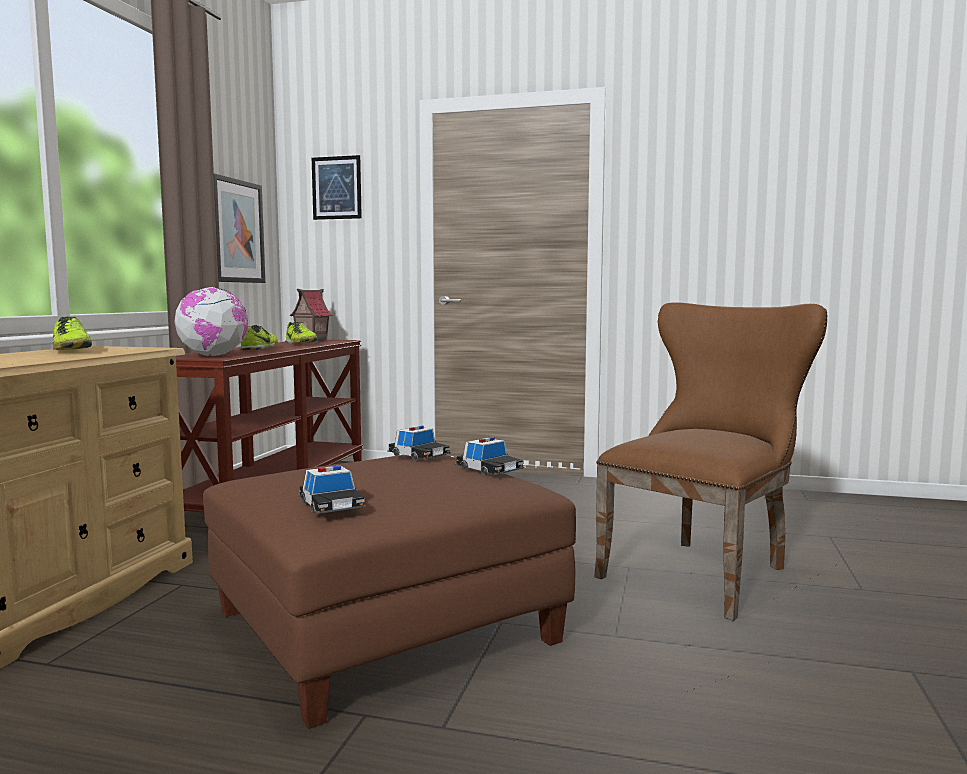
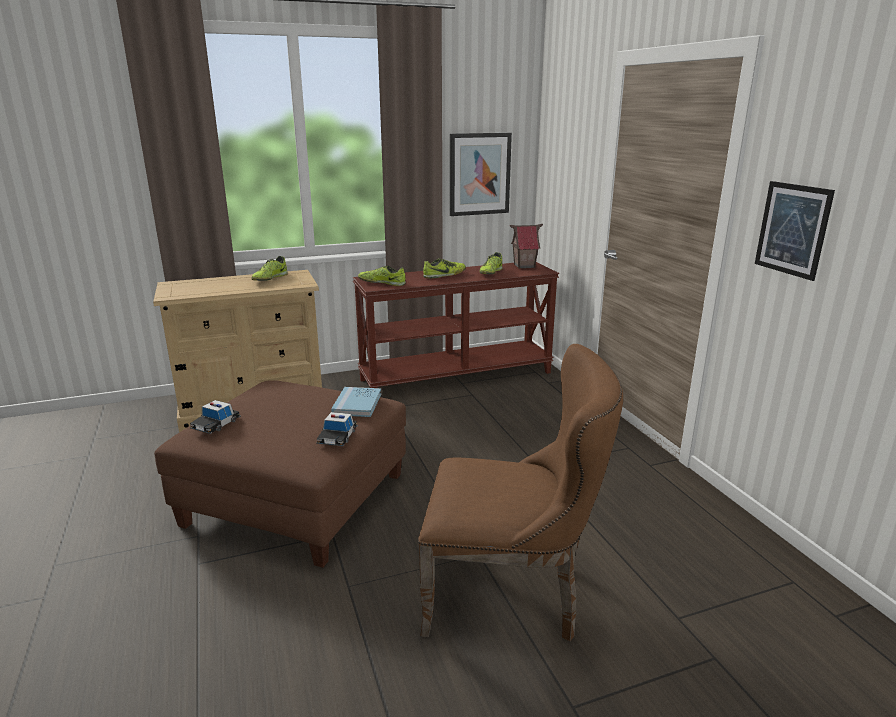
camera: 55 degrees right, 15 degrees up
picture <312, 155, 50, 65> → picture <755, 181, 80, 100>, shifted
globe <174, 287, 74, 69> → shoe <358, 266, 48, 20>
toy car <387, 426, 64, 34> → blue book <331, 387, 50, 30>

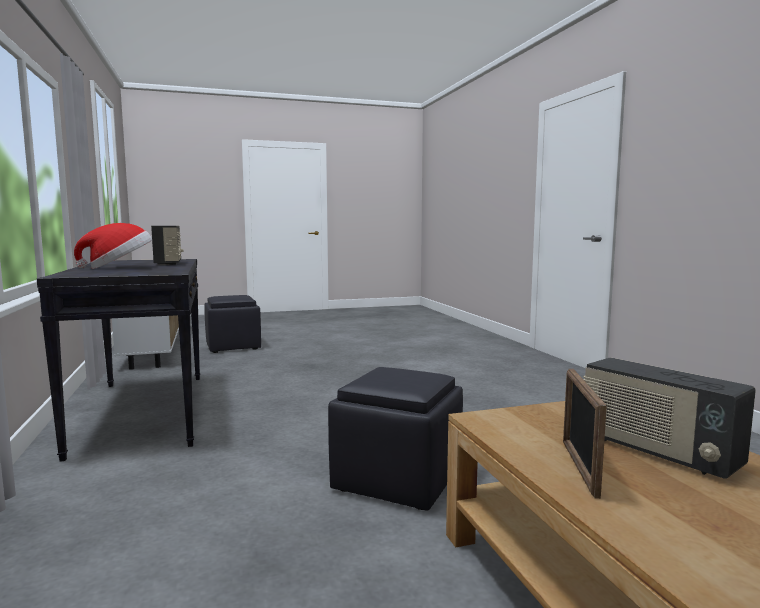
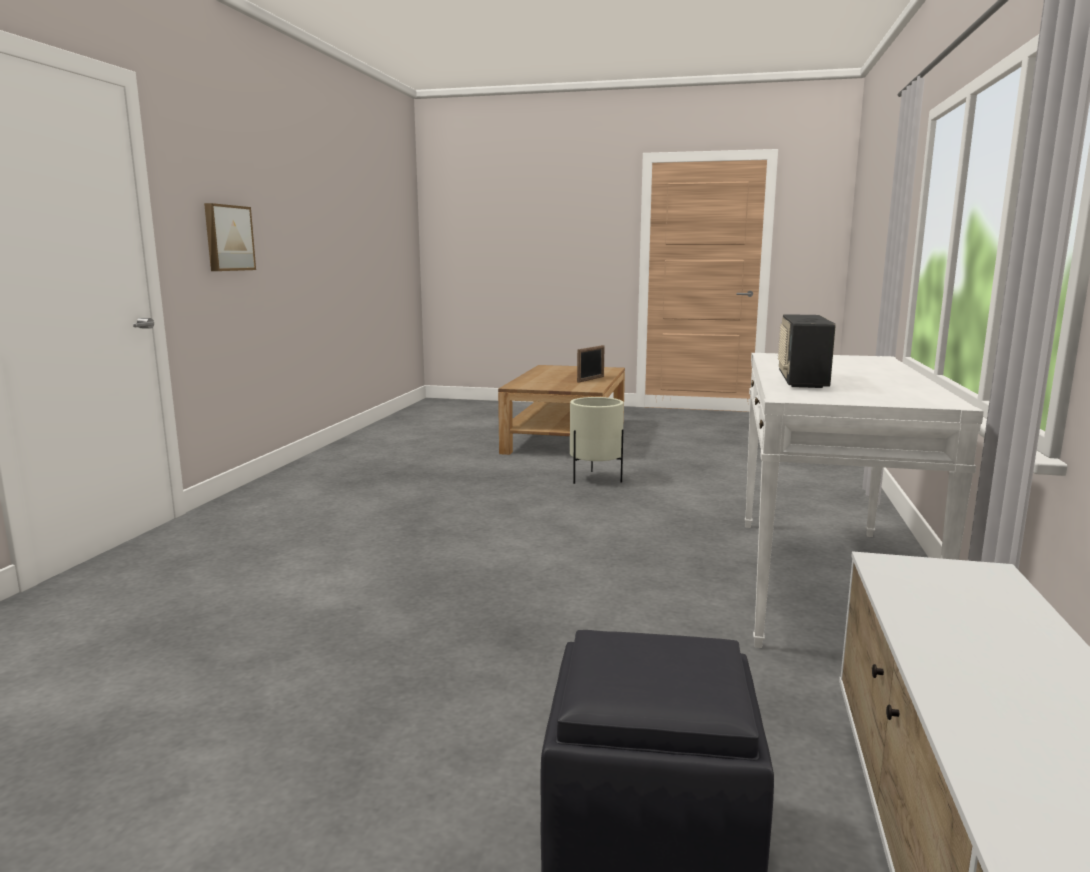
camera: 150 degrees left, 5 degrees up
hat <74, 223, 78, 46> → -
black console table <37, 259, 163, 203> → white console table <745, 353, 239, 295>
radio <583, 357, 173, 122> → -
black ottoman <328, 367, 135, 144> → beige planter <570, 397, 54, 87>
- → picture <204, 203, 52, 68>

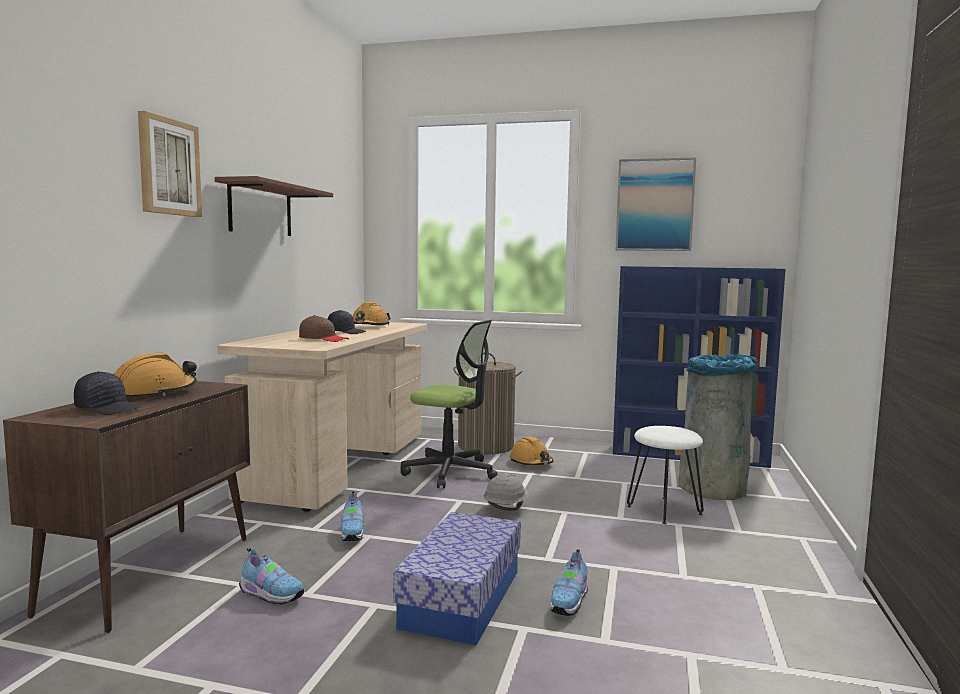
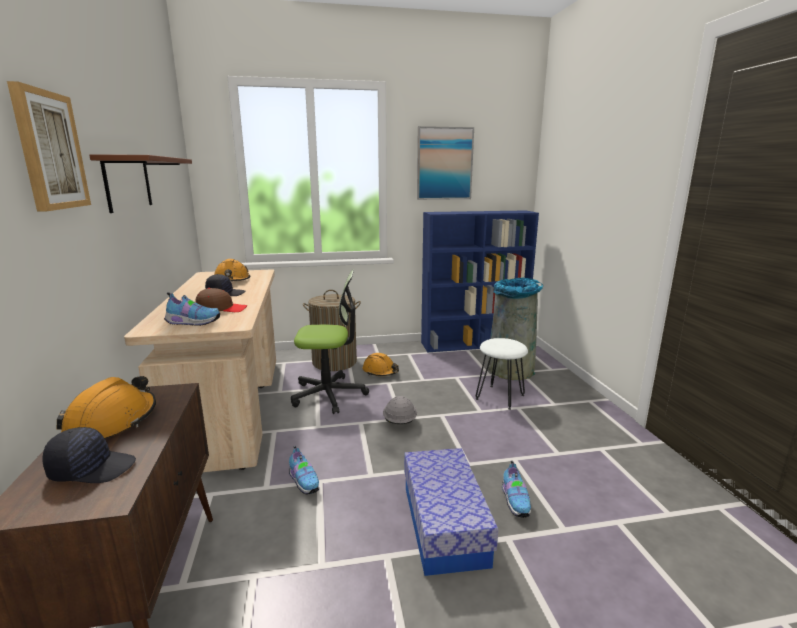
camera: 25 degrees left, 10 degrees up
shoe <239, 547, 65, 57> → shoe <164, 292, 56, 34>, shifted

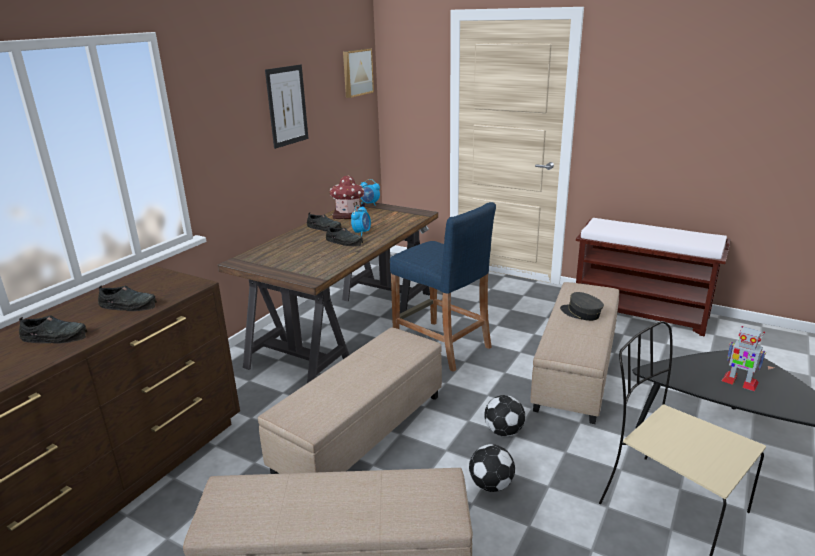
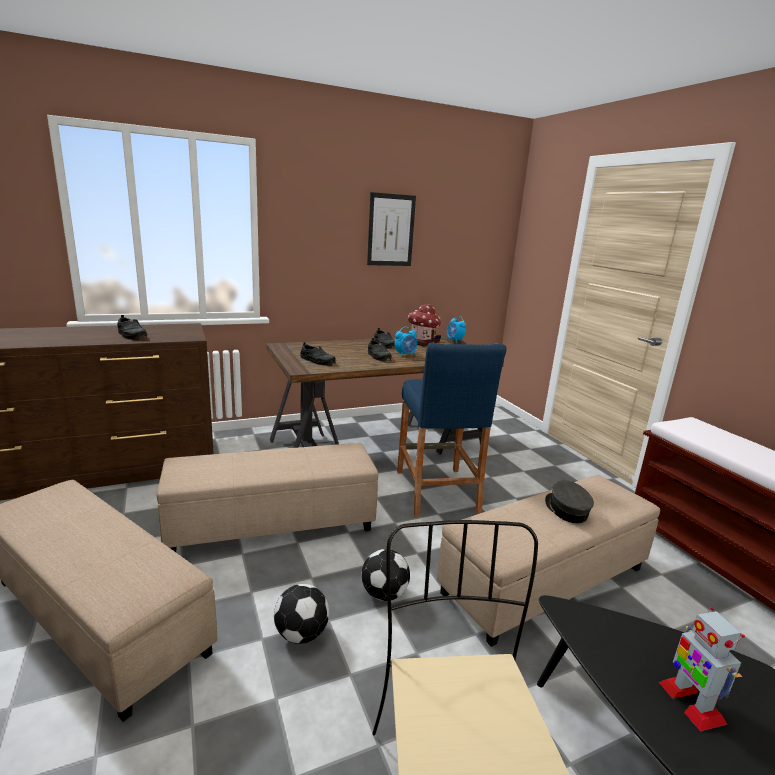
camera: 35 degrees right, 5 degrees down
picture <343, 48, 31, 50> → -
black shoe <19, 315, 68, 29> → black shoe <300, 342, 36, 24>, shifted

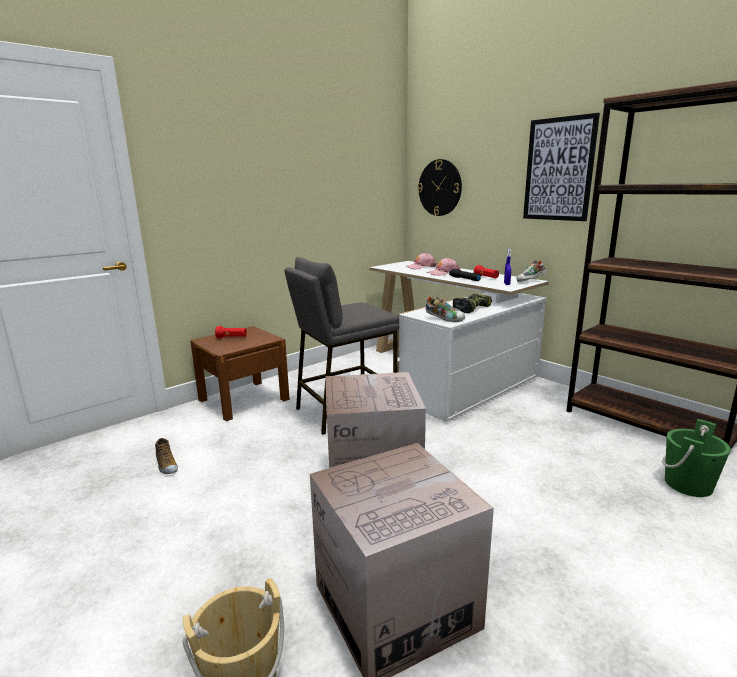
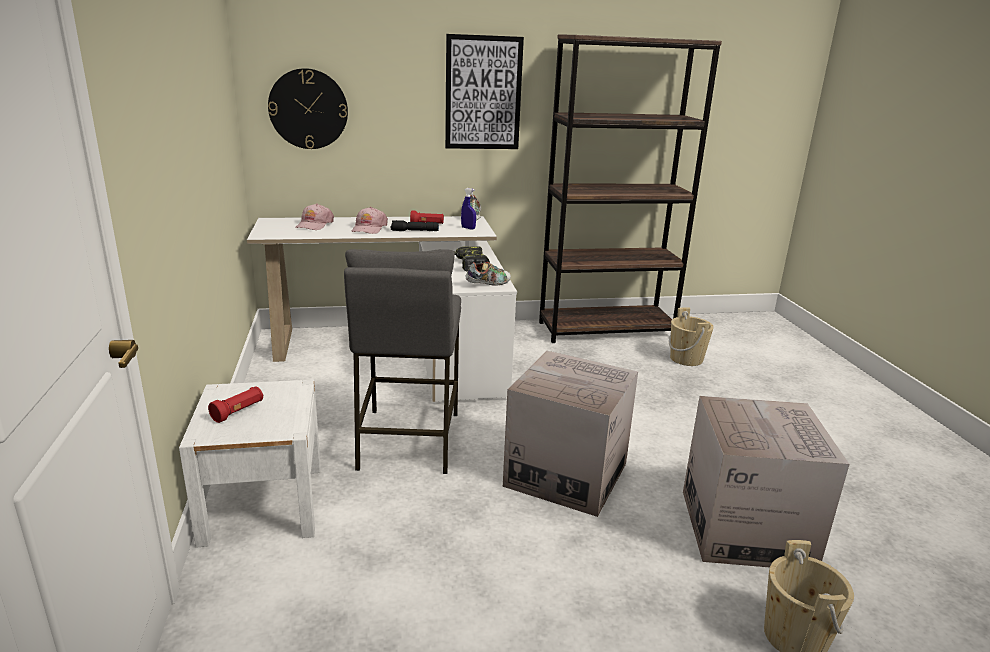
camera: 60 degrees left, 5 degrees up
brown nightstand <190, 326, 100, 95> → white nightstand <179, 379, 142, 169>
green bucket <662, 419, 69, 78> → beige bucket <669, 307, 45, 59>
shoe <155, 438, 23, 36> → -

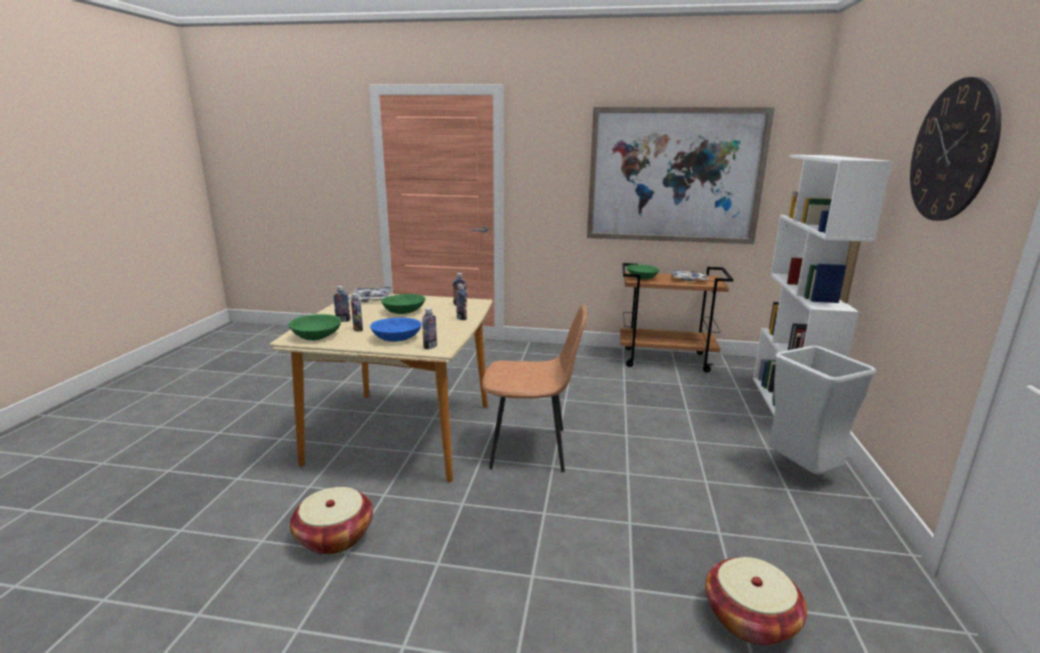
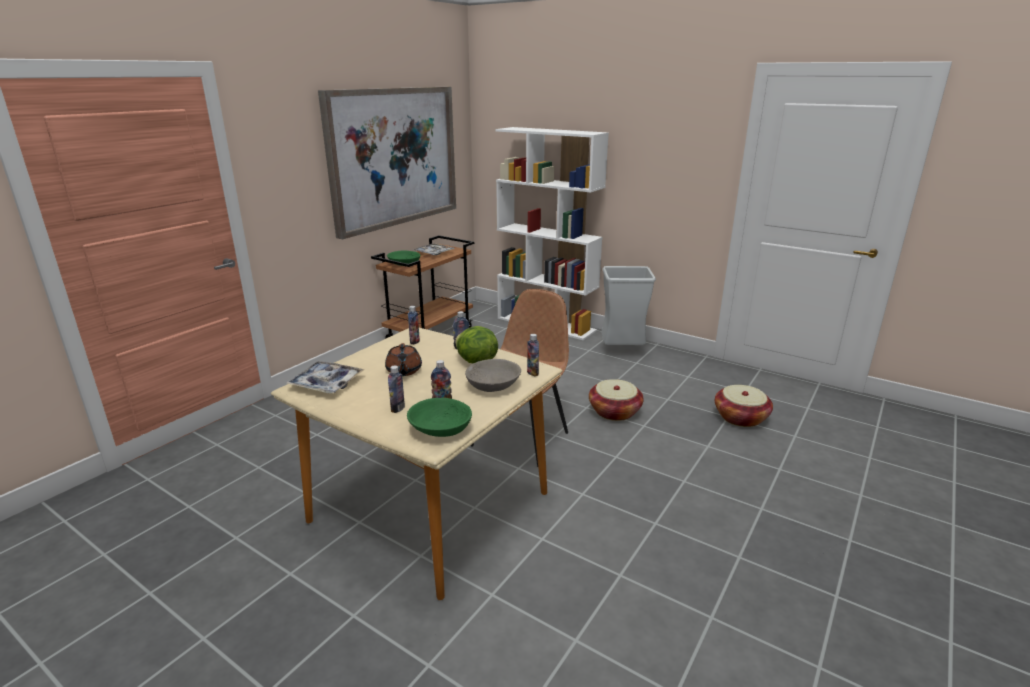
camera: 65 degrees left, 5 degrees up
wall clock <910, 77, 91, 144> → -
green bowl <381, 294, 45, 20> → brown teapot <385, 343, 37, 33>
blue bowl <370, 318, 52, 24> → grey bowl <465, 359, 56, 33>
basket <290, 487, 83, 68> → basket <589, 379, 55, 42>, shifted
- → lettuce <455, 326, 43, 37>

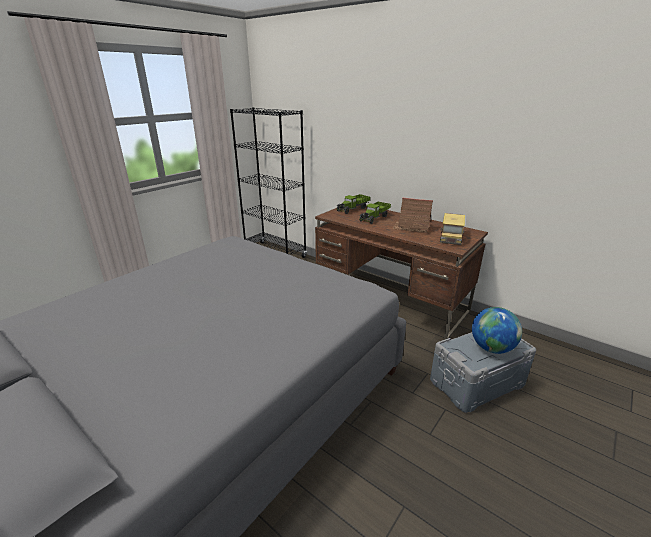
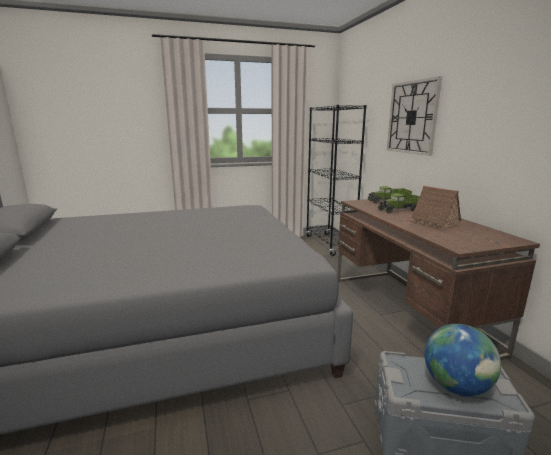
camera: 35 degrees right, 10 degrees down
toy truck <440, 213, 25, 32> → -
- → wall clock <387, 76, 55, 80>

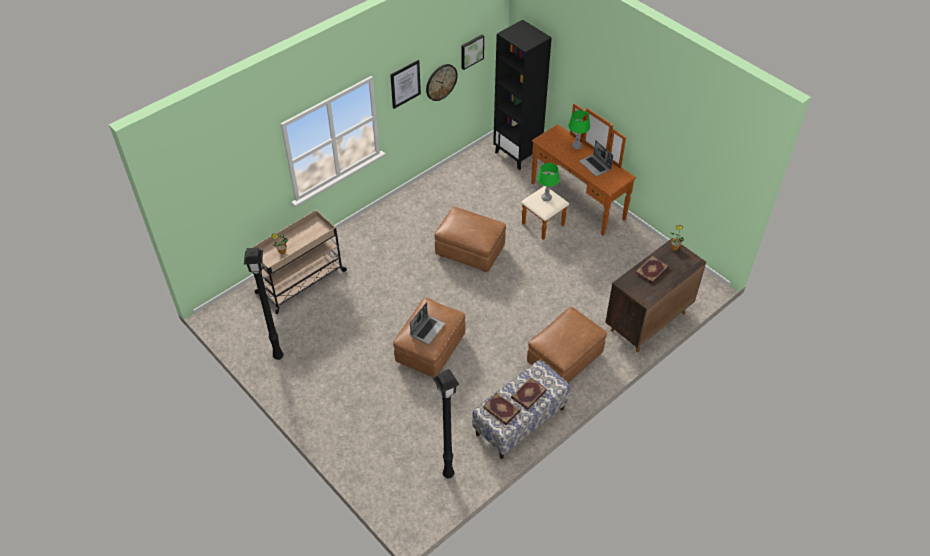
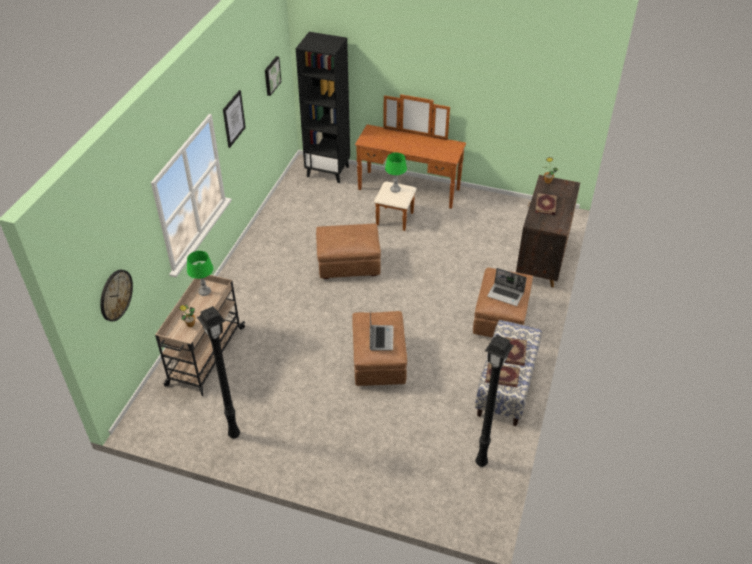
camera: 30 degrees left, 5 degrees down
wall clock <426, 64, 32, 37> → wall clock <100, 270, 33, 51>, shifted
green table lamp <568, 110, 22, 39> → green table lamp <187, 251, 26, 45>, shifted
laptop <579, 140, 34, 37> → laptop <487, 268, 40, 38>, shifted

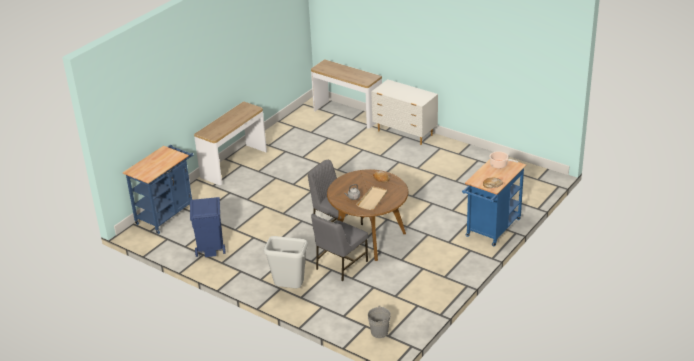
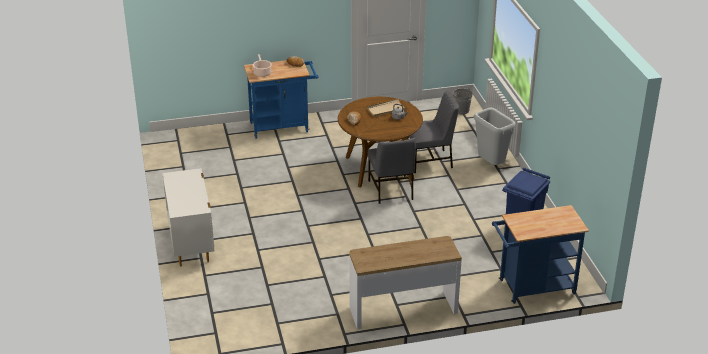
camera: 140 degrees left, 0 degrees up
console table <311, 59, 71, 70> → -

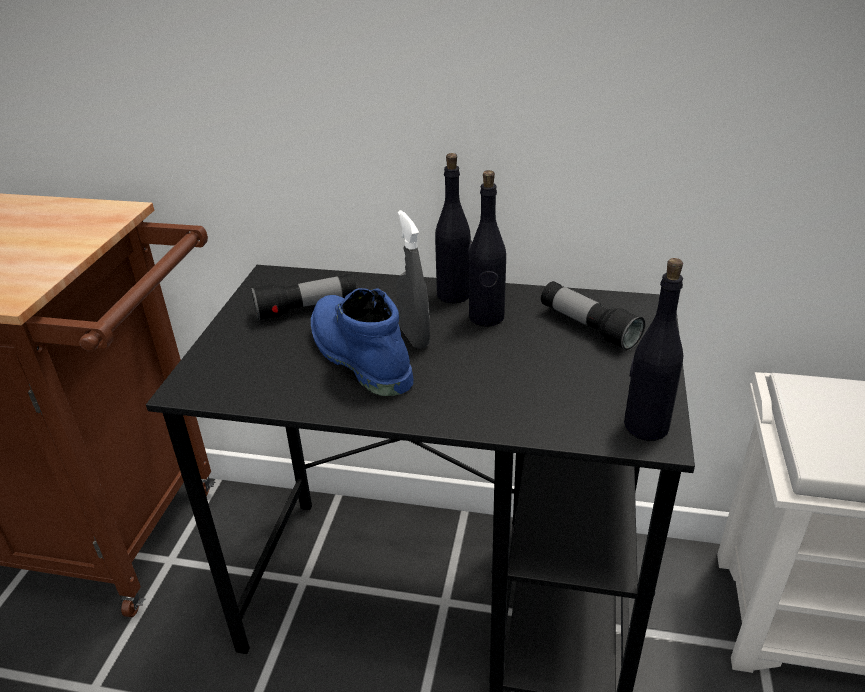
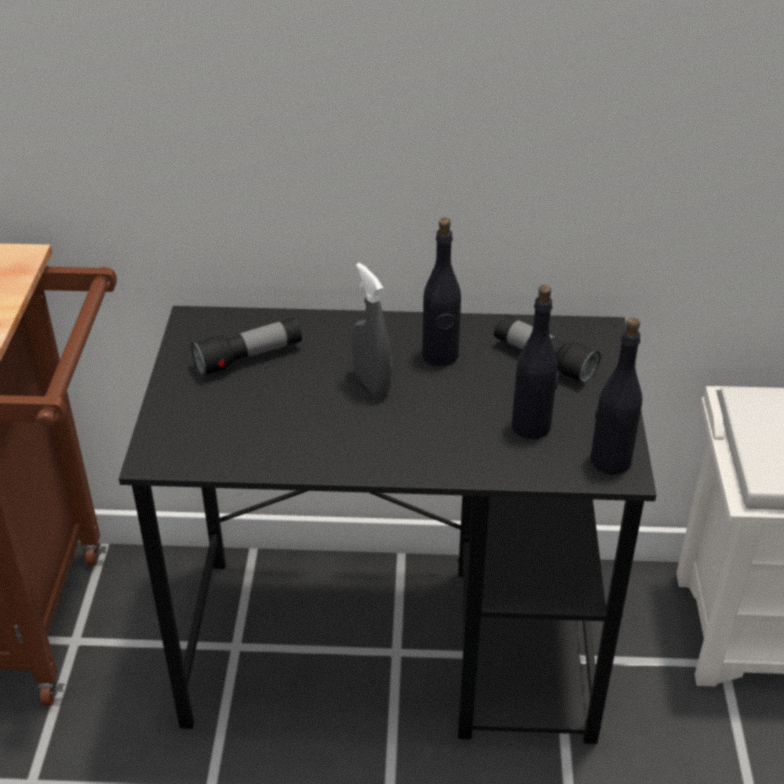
camera: 10 degrees left, 5 degrees up
black bottle <435, 153, 37, 150> → black bottle <512, 285, 46, 154>, shifted
blue boot <311, 288, 103, 108> → -

